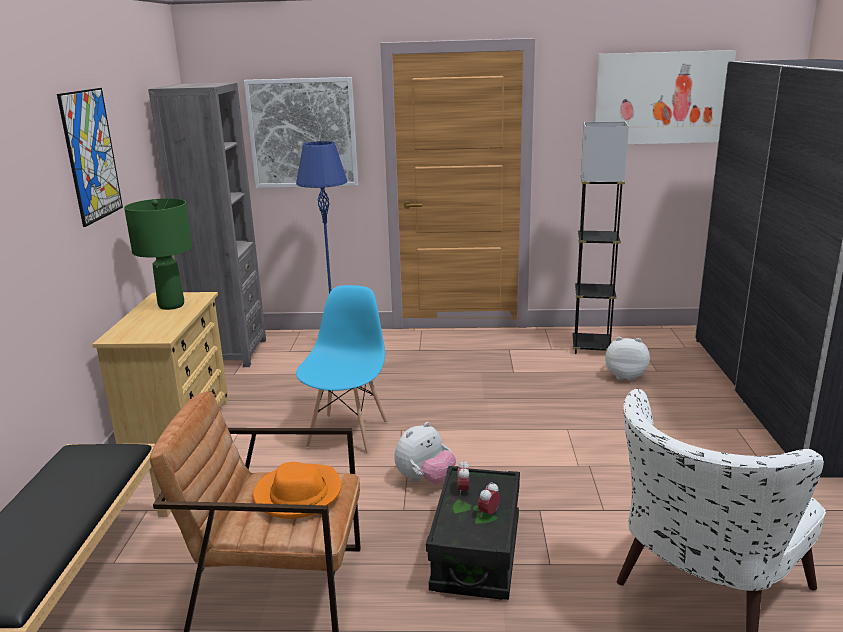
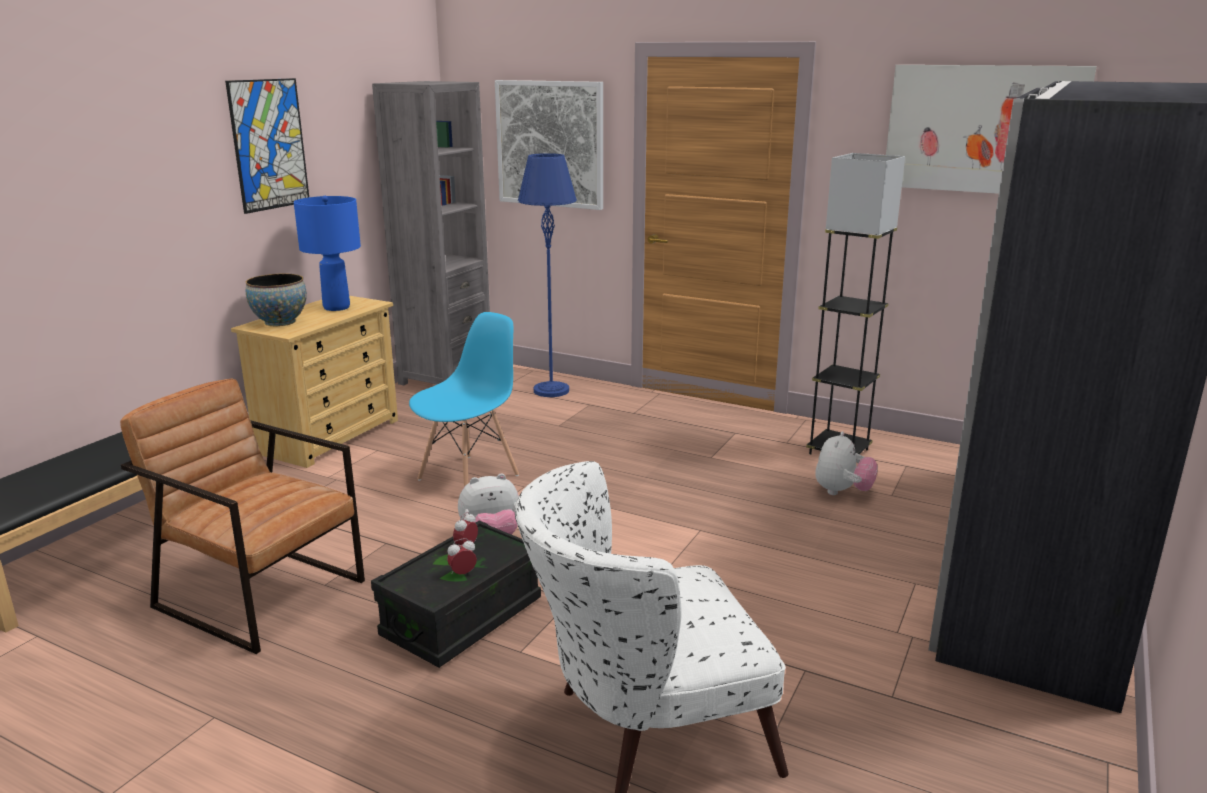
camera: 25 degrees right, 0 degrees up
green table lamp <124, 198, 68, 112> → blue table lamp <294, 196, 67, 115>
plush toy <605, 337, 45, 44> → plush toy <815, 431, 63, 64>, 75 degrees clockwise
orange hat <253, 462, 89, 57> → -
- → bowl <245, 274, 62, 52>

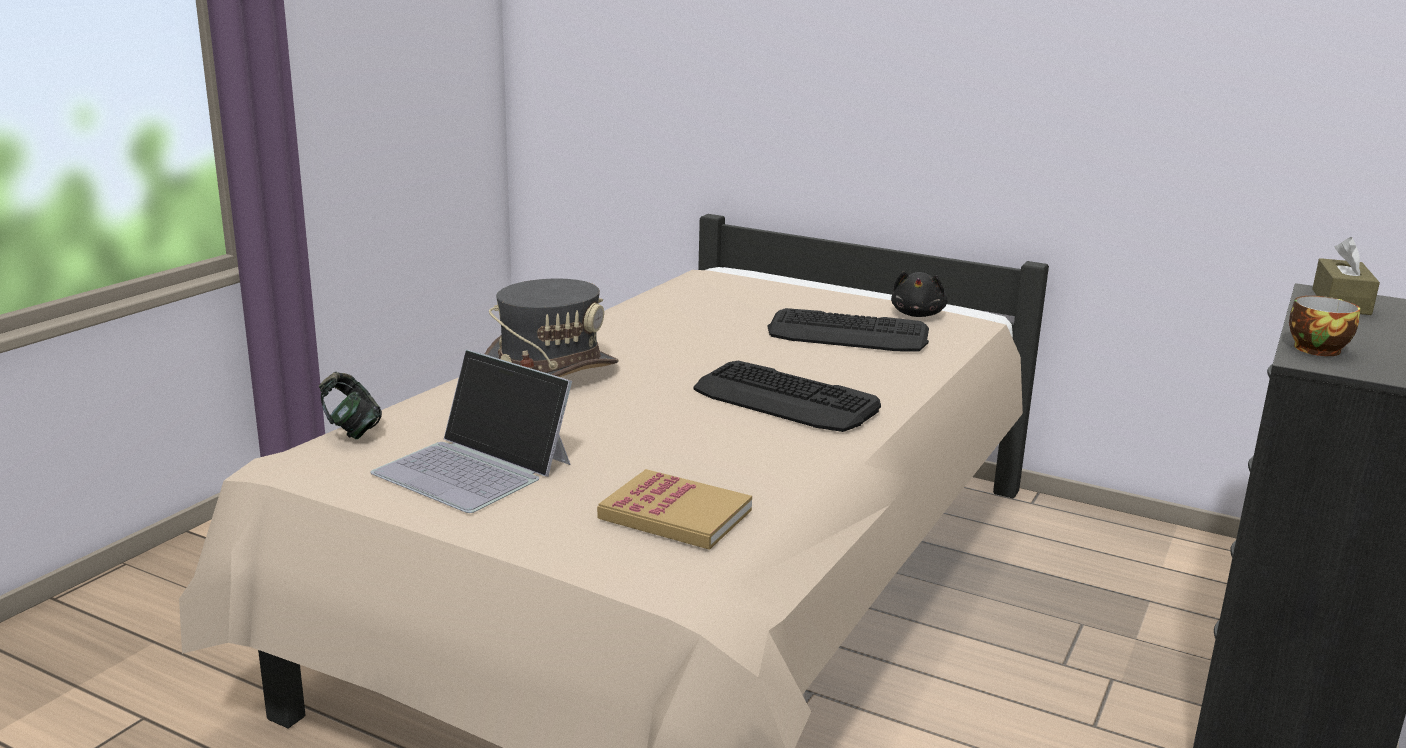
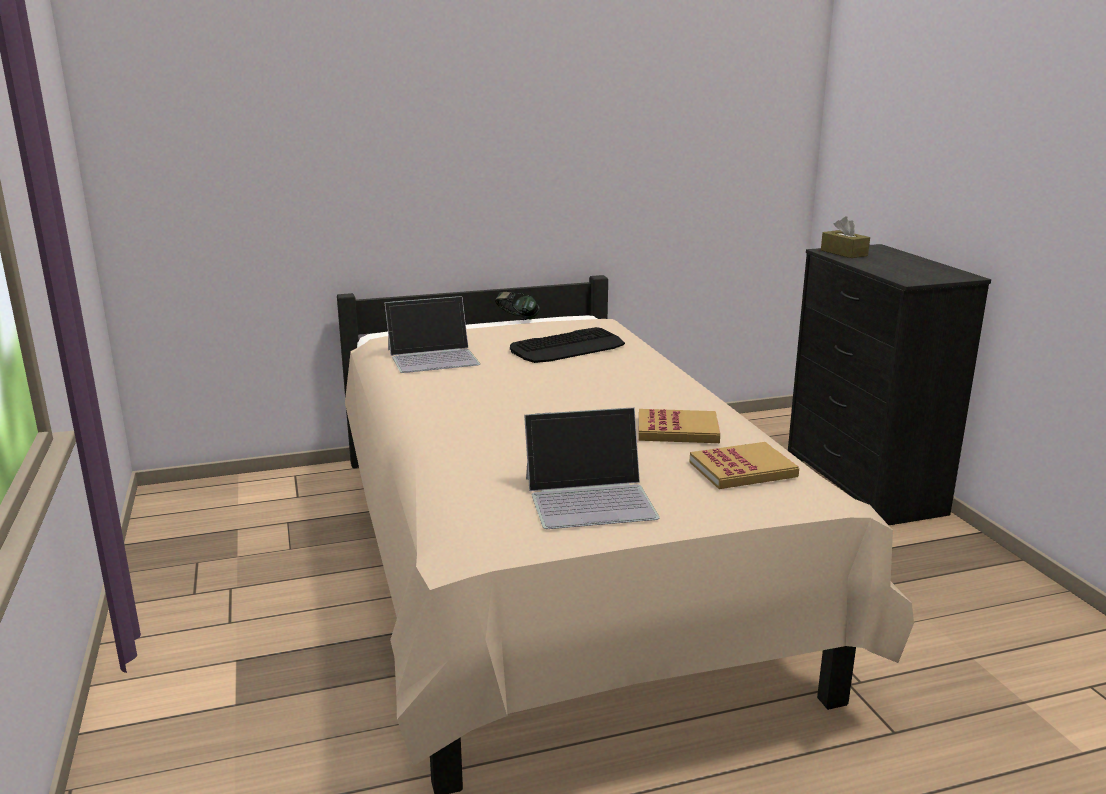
camera: 45 degrees left, 0 degrees up
black plush toy <891, 271, 57, 46> → -
grey hat <485, 279, 134, 98> → -
cup <1289, 296, 71, 60> → -
keyboard <693, 361, 188, 71> → -
headphones <319, 372, 63, 67> → headphones <495, 292, 44, 28>, shifted
- → laptop <385, 296, 95, 77>
- → book <639, 409, 81, 34>

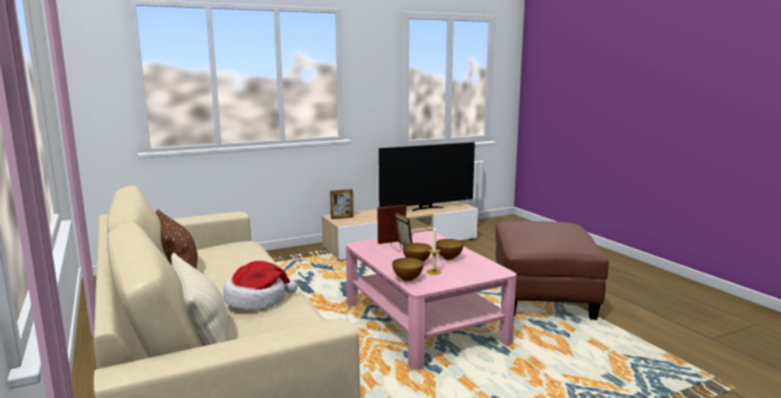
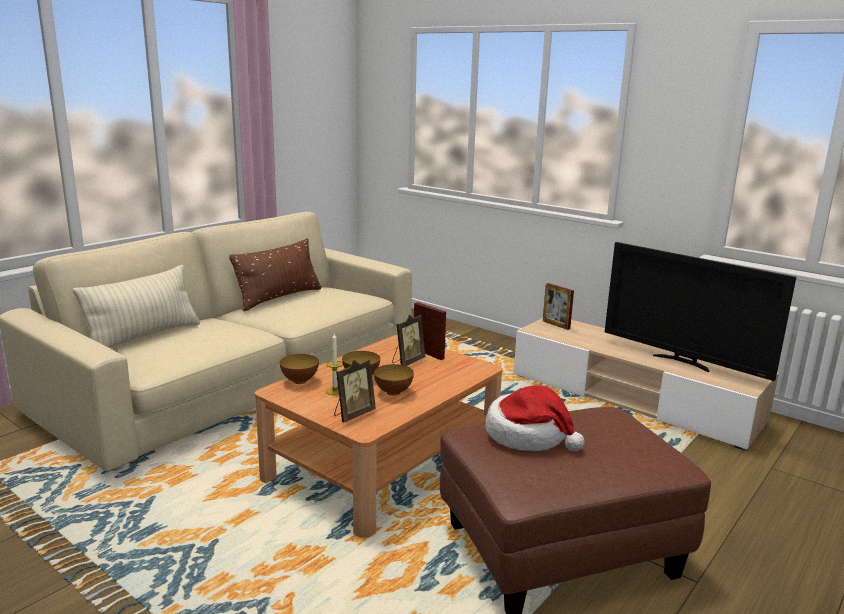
camera: 65 degrees right, 5 degrees up
pink coffee table <346, 231, 171, 139> → brown coffee table <255, 335, 247, 203>
hat <223, 261, 74, 49> → hat <485, 385, 100, 67>, shifted
- → picture frame <334, 359, 42, 63>

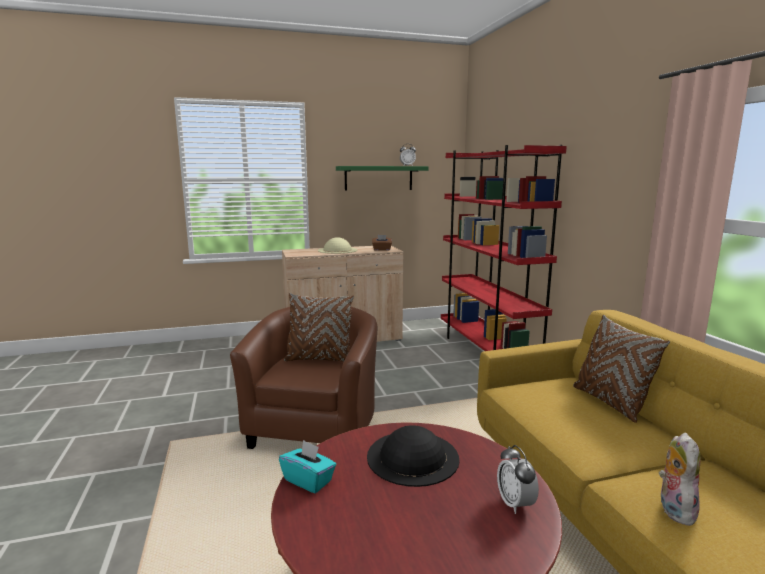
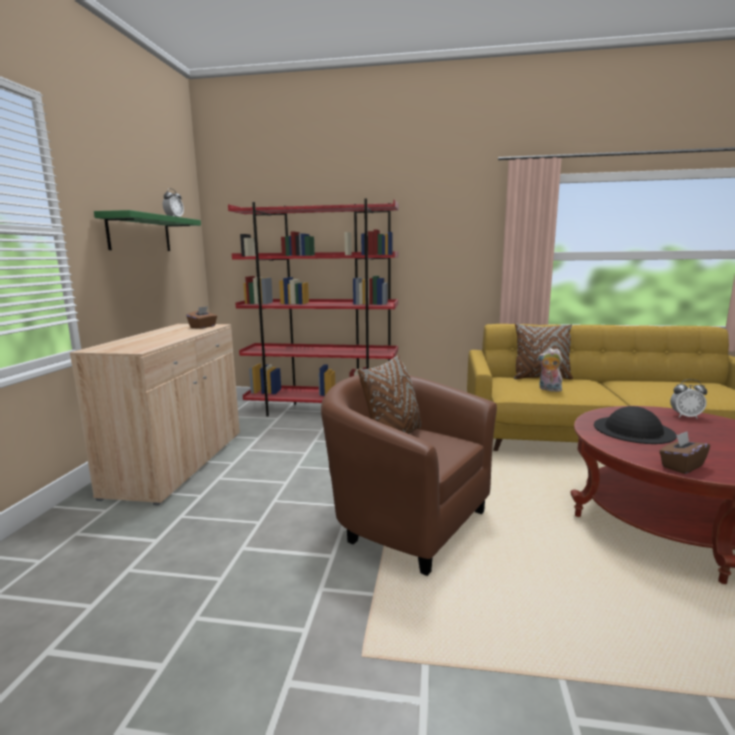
camera: 65 degrees left, 0 degrees up
beige hat <318, 237, 39, 17> → -
plush toy <659, 433, 42, 93> → plush toy <538, 348, 25, 44>, shifted
turquoise tissue box <279, 440, 57, 53> → brown tissue box <659, 431, 51, 43>

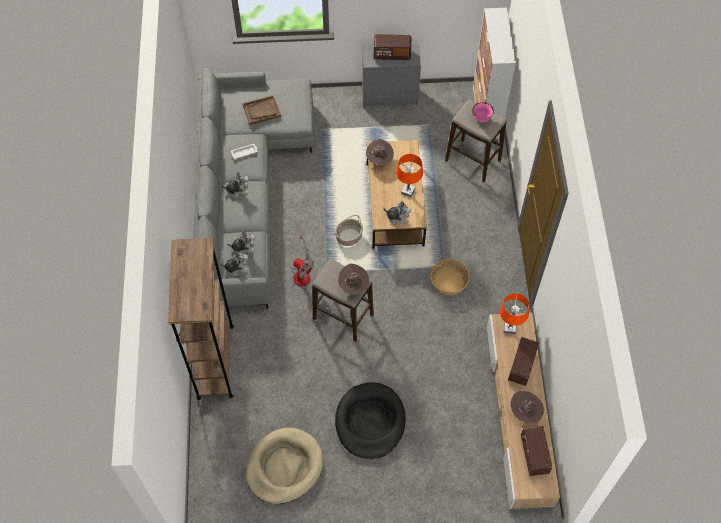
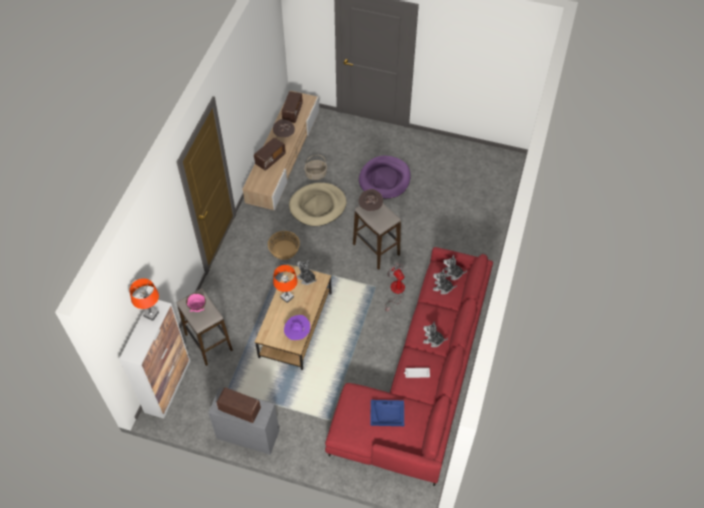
camera: 160 degrees left, 5 degrees down
grey sofa <194, 68, 121, 241> → red sofa <325, 247, 168, 239>
brown tray <242, 95, 39, 30> → blue tray <370, 400, 34, 26>
brown hat <366, 139, 28, 26> → purple hat <284, 315, 26, 25>
basket <335, 215, 28, 31> → basket <304, 155, 23, 25>, shifted
brown bookcase <168, 238, 66, 162> → -
orange table lamp <500, 293, 29, 41> → orange table lamp <129, 278, 30, 43>, shifted
black dog bed <335, 382, 71, 77> → purple dog bed <359, 156, 52, 43>
beige dog bed <245, 428, 78, 76> → beige dog bed <289, 183, 58, 43>, shifted

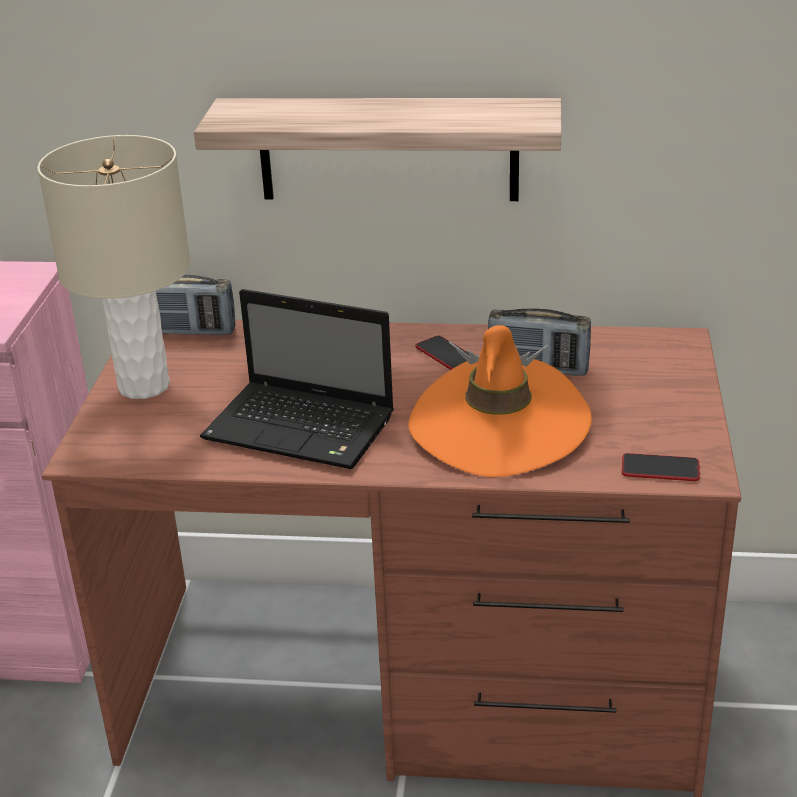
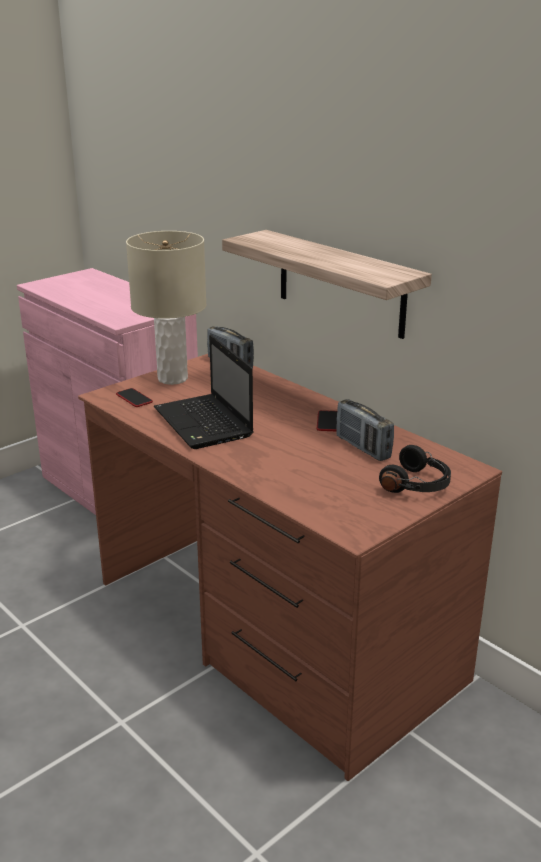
camera: 40 degrees right, 5 degrees down
orange hat <408, 325, 184, 152> → -
phone <622, 453, 78, 28> → phone <116, 388, 37, 19>, shifted
- → black headphones <379, 445, 72, 48>

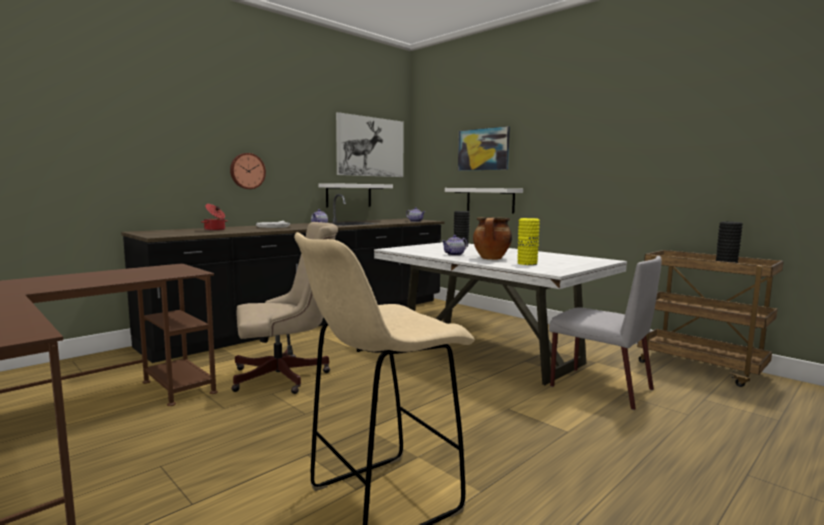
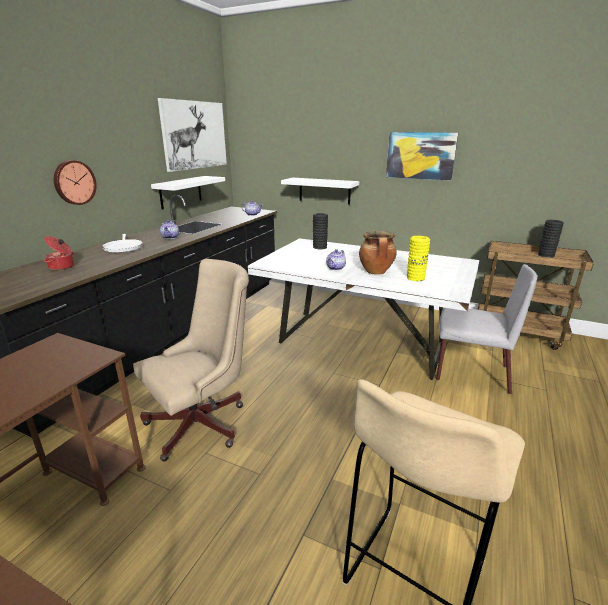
camera: 20 degrees left, 15 degrees up
picture <458, 126, 52, 45> → picture <386, 132, 73, 49>, shifted

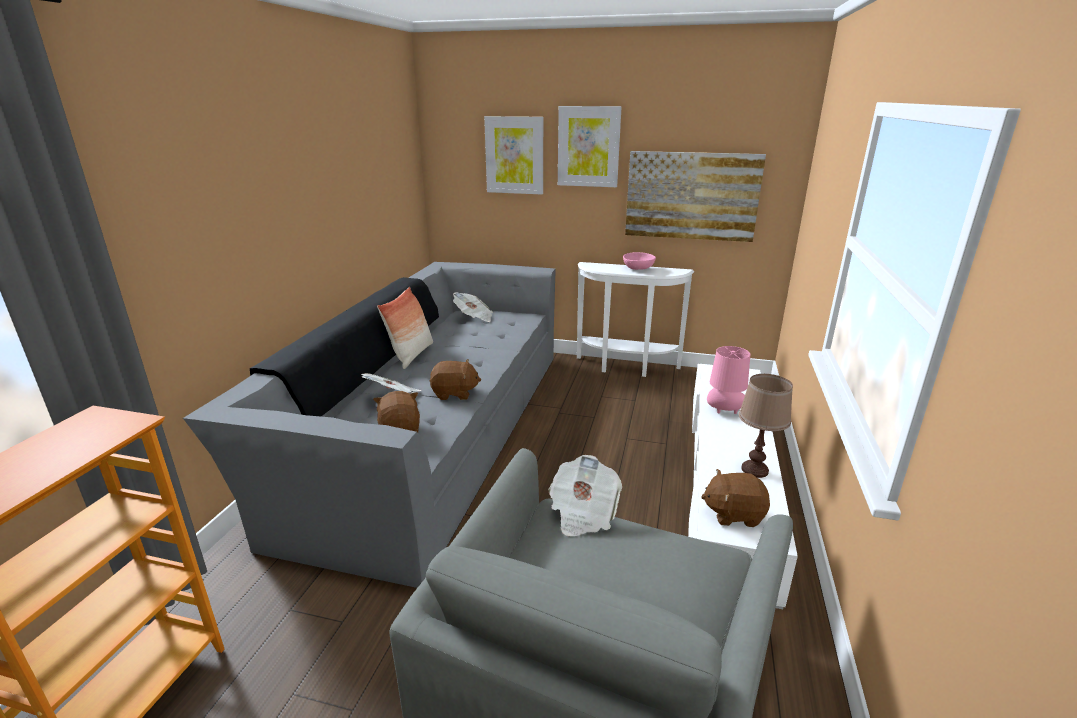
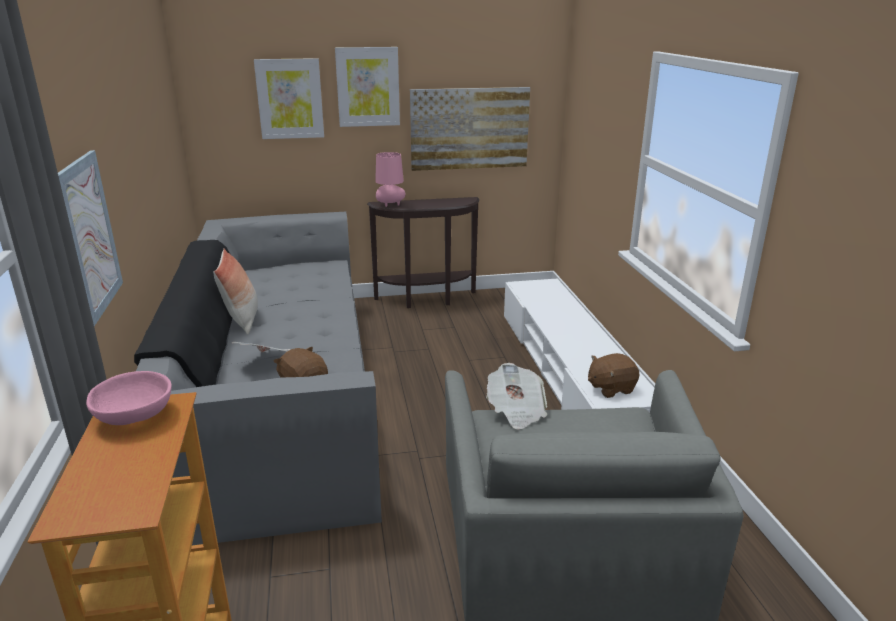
camera: 25 degrees left, 0 degrees up
pink bowl <623, 252, 33, 18> → pink bowl <86, 371, 85, 54>, shifted
white console table <577, 262, 117, 115> → brown console table <367, 197, 112, 111>
newspaper <453, 292, 40, 30> → -
pink table lamp <707, 346, 43, 68> → pink table lamp <375, 152, 30, 55>, shifted
brown plush toy <429, 359, 52, 41> → -
brown table lamp <739, 374, 54, 104> → -
- → picture <58, 150, 65, 176>

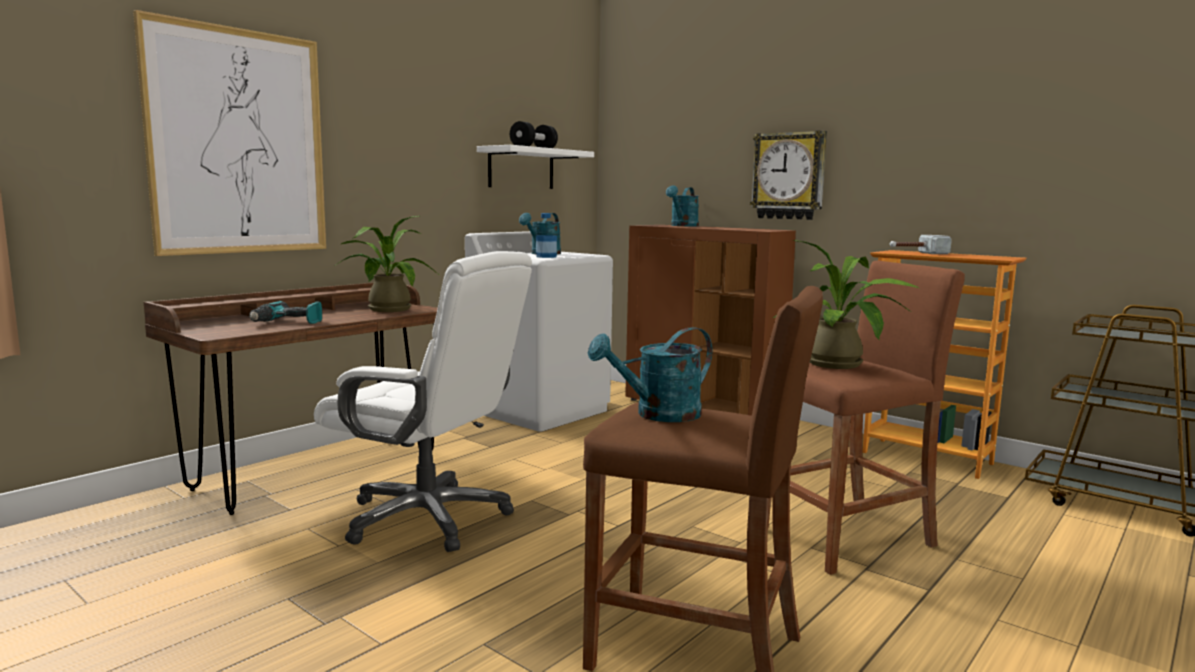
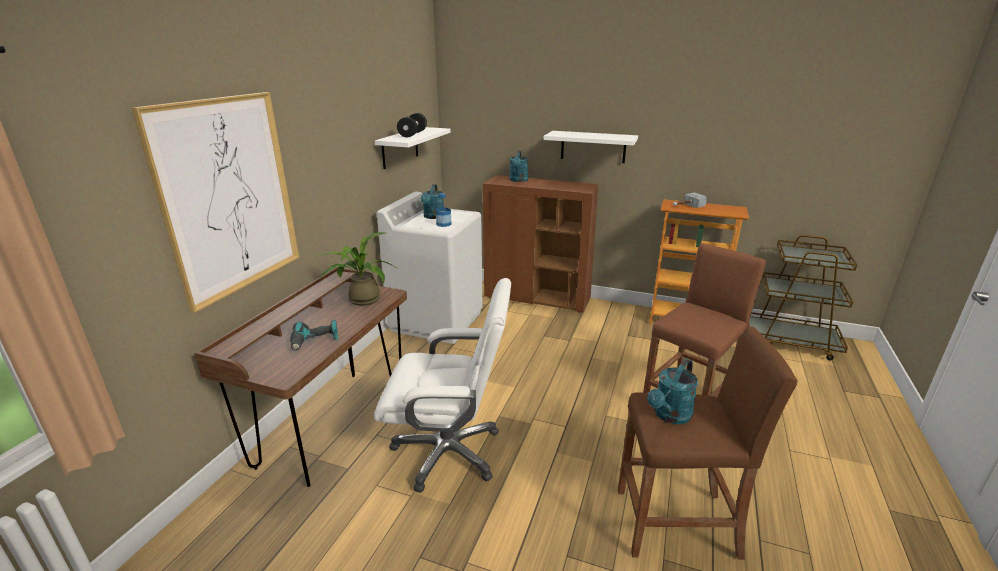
camera: 20 degrees left, 15 degrees up
wall clock <750, 131, 77, 89> → white shelf <543, 131, 95, 32>
potted plant <773, 240, 146, 129> → -

